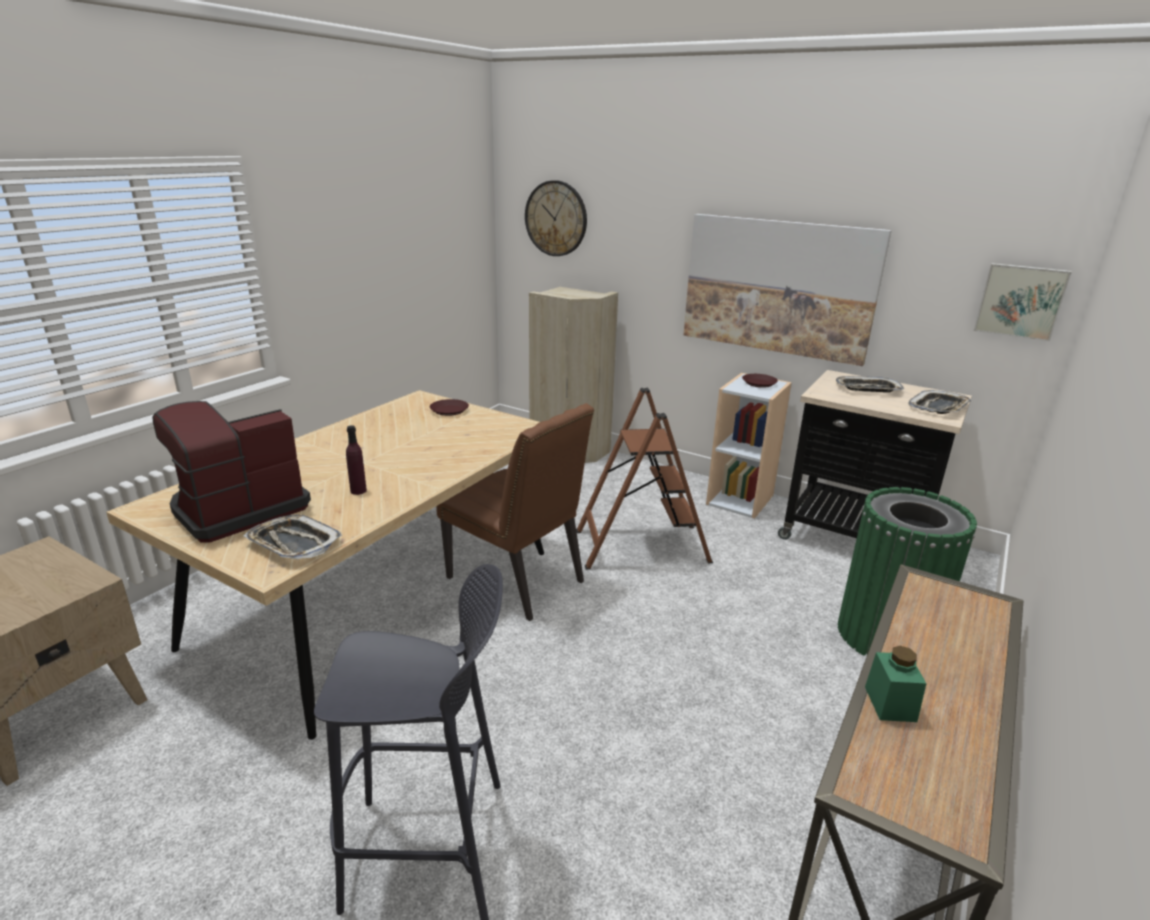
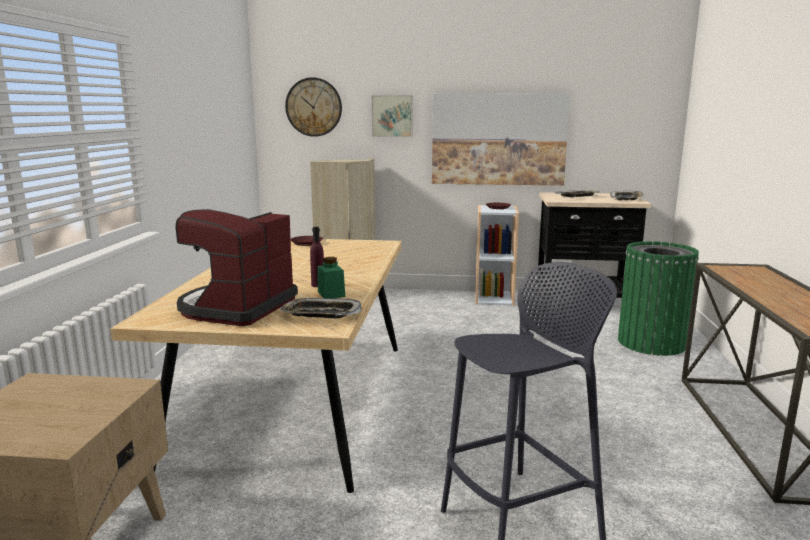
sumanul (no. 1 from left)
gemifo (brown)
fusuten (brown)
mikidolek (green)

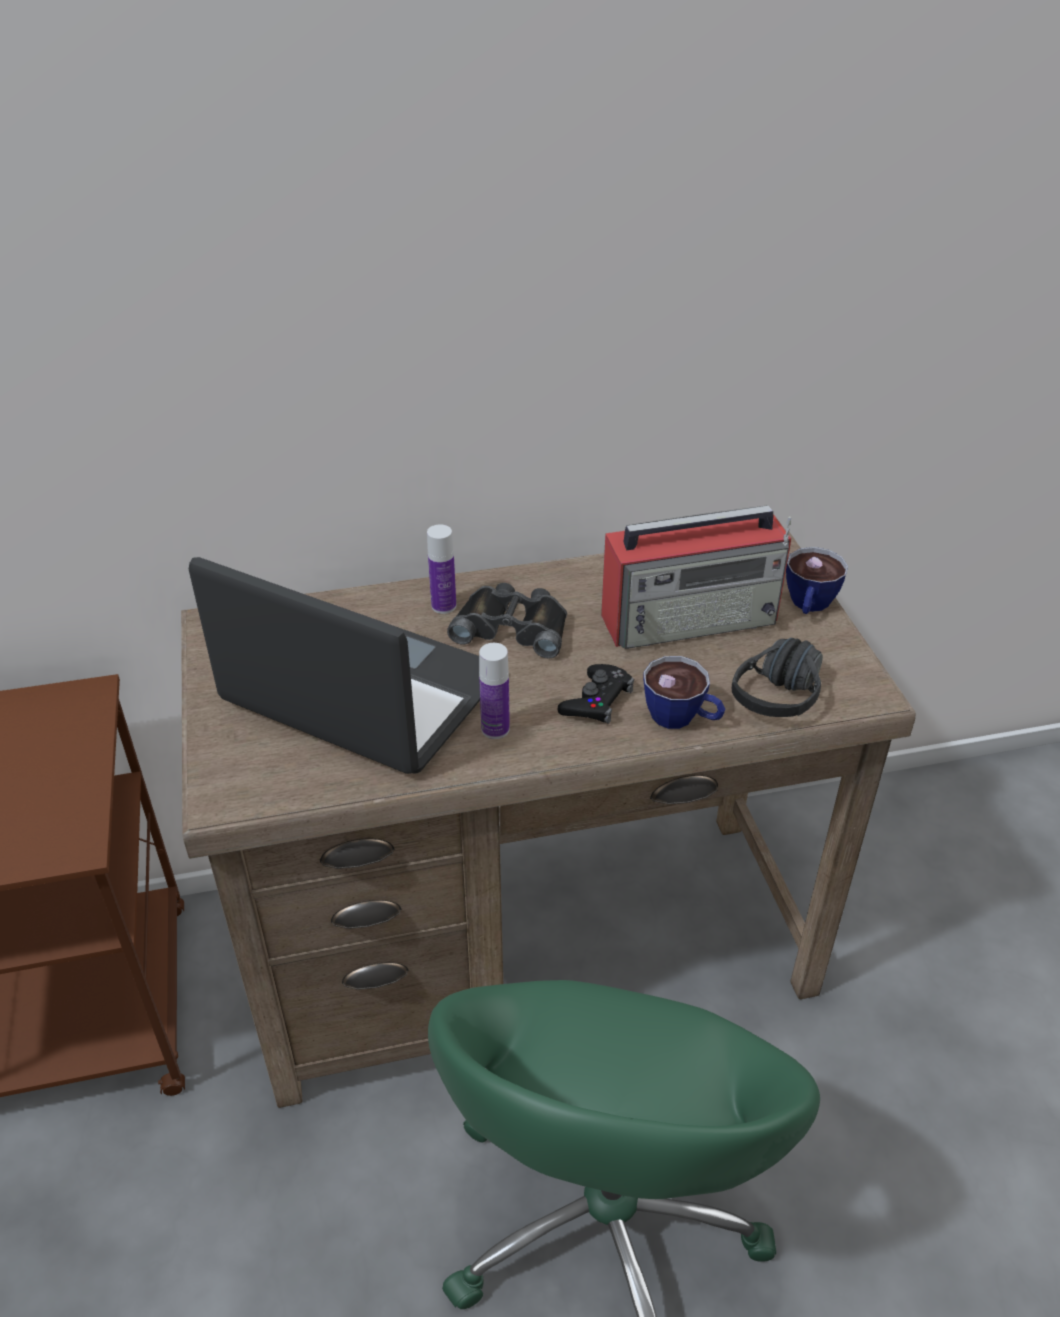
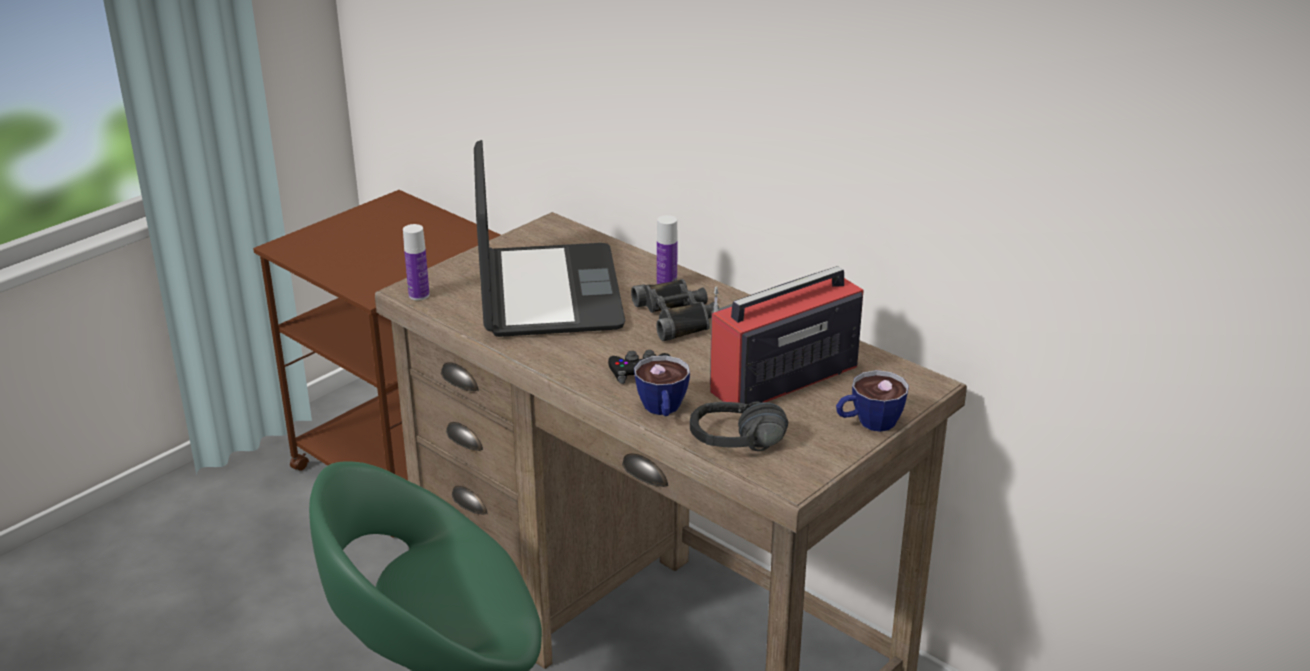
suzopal
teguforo (no. 1 from left)

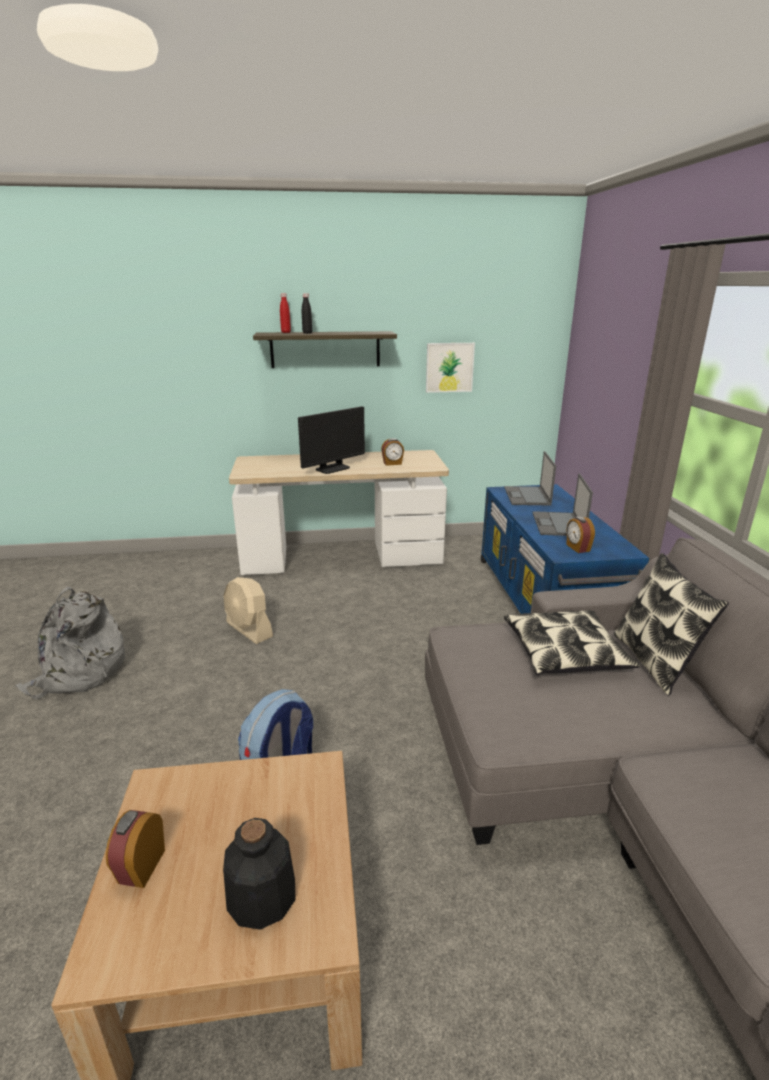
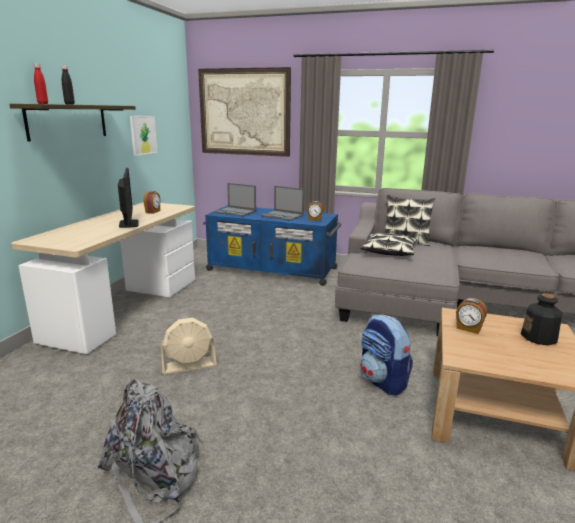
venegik (no. 3 from left)
sumanul (no. 2 from left)

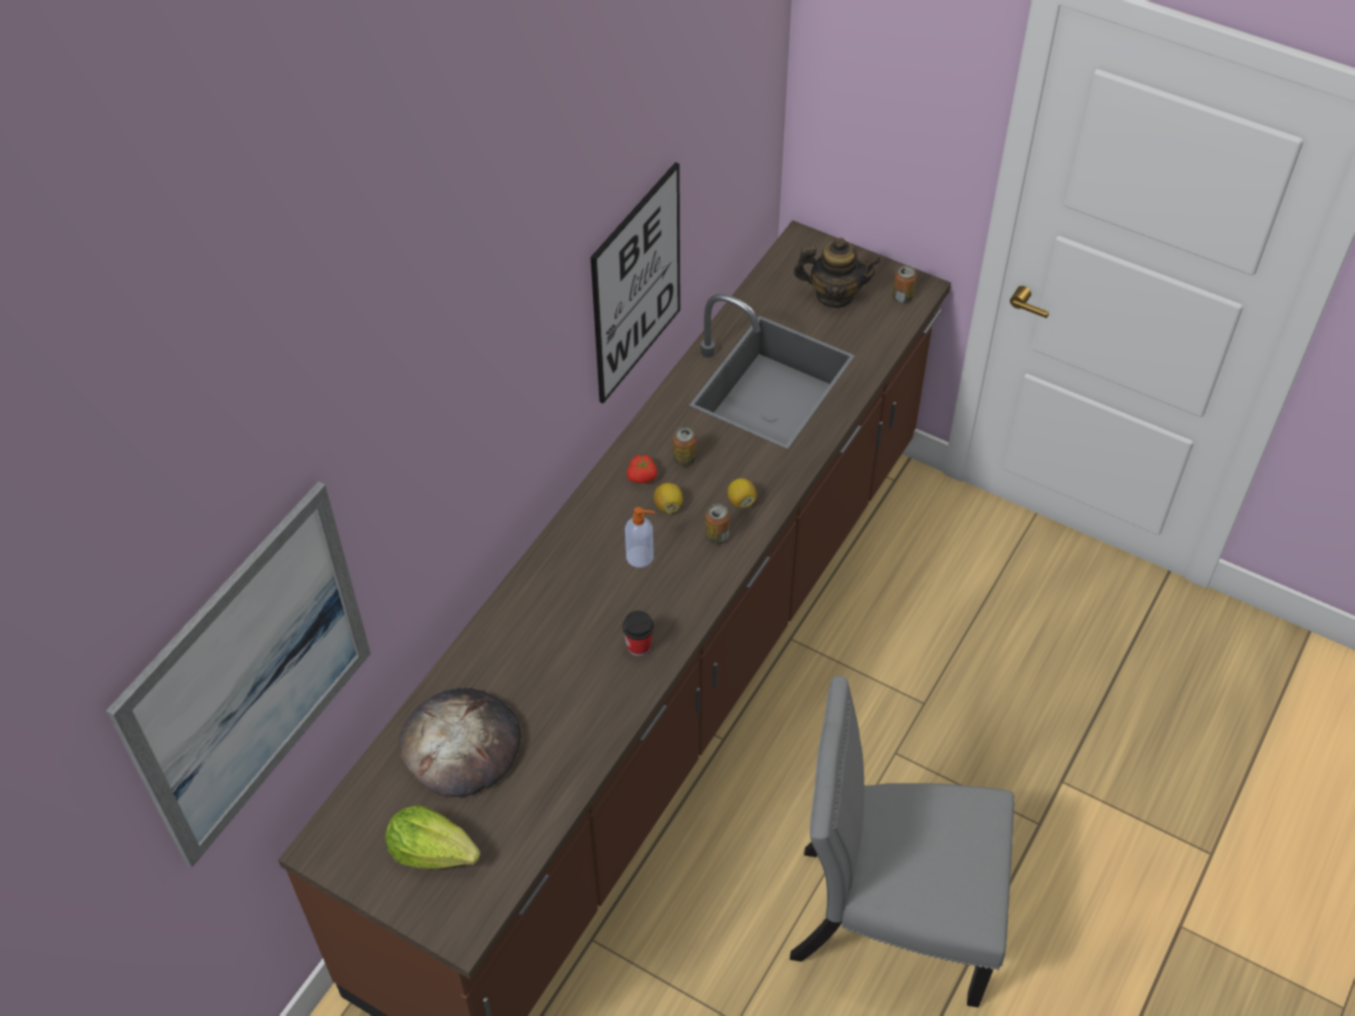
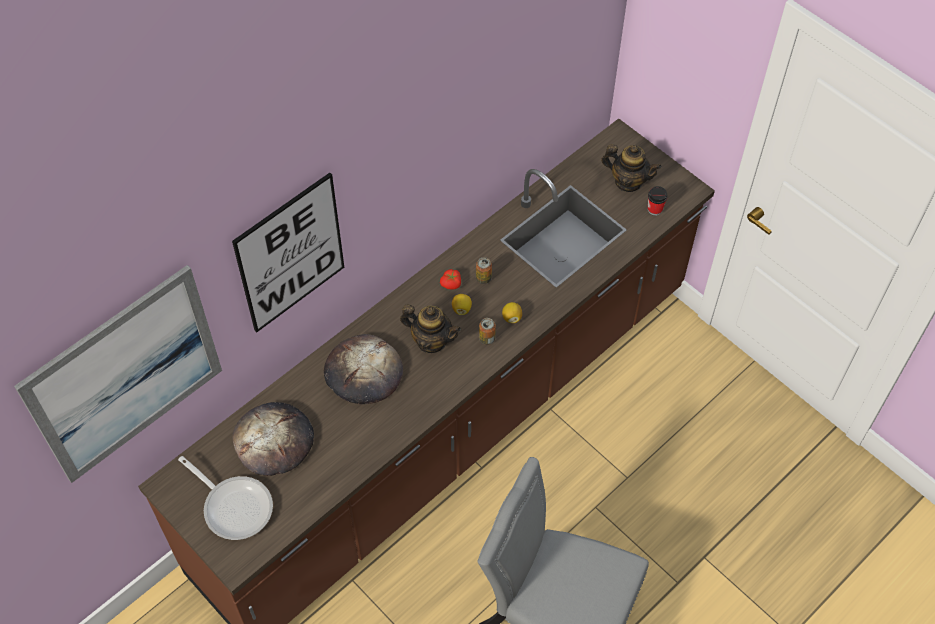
sumanul (no. 2 from left)
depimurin (no. 3 from left in the first image)
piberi (no. 1 from left)
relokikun
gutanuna
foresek (no. 2 from left)

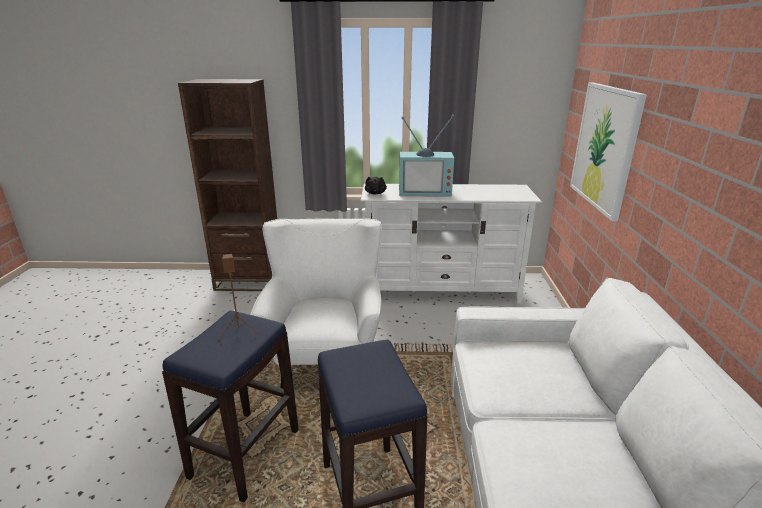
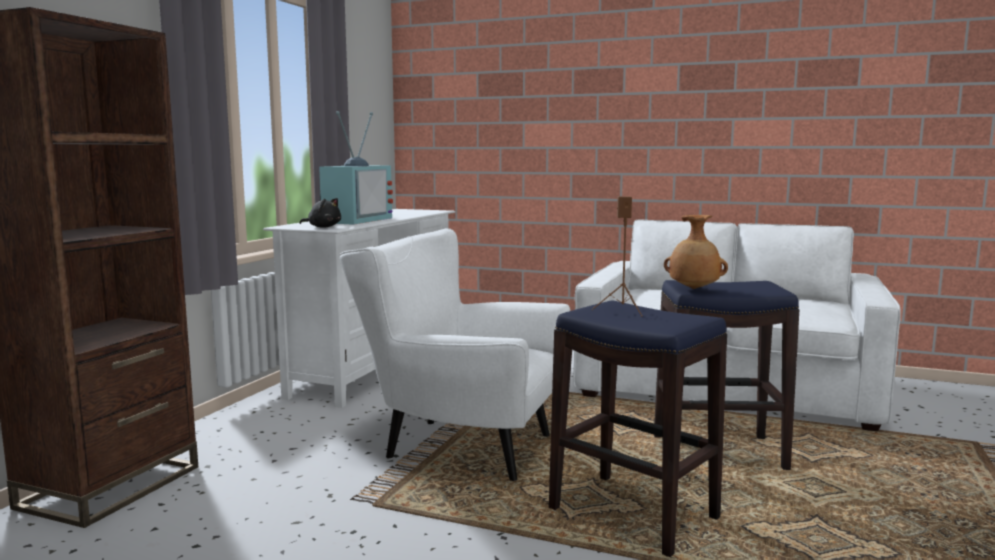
sumanul
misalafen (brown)

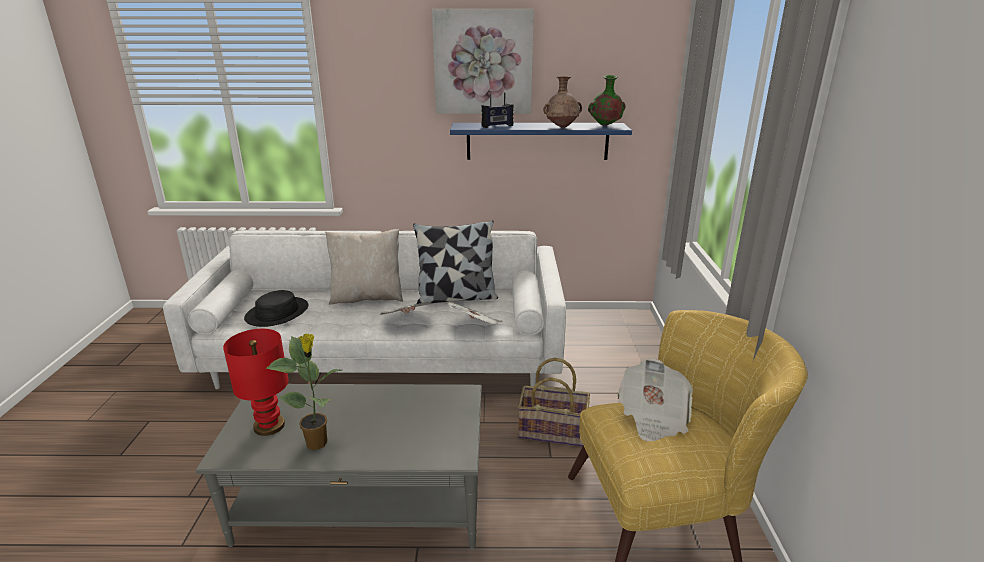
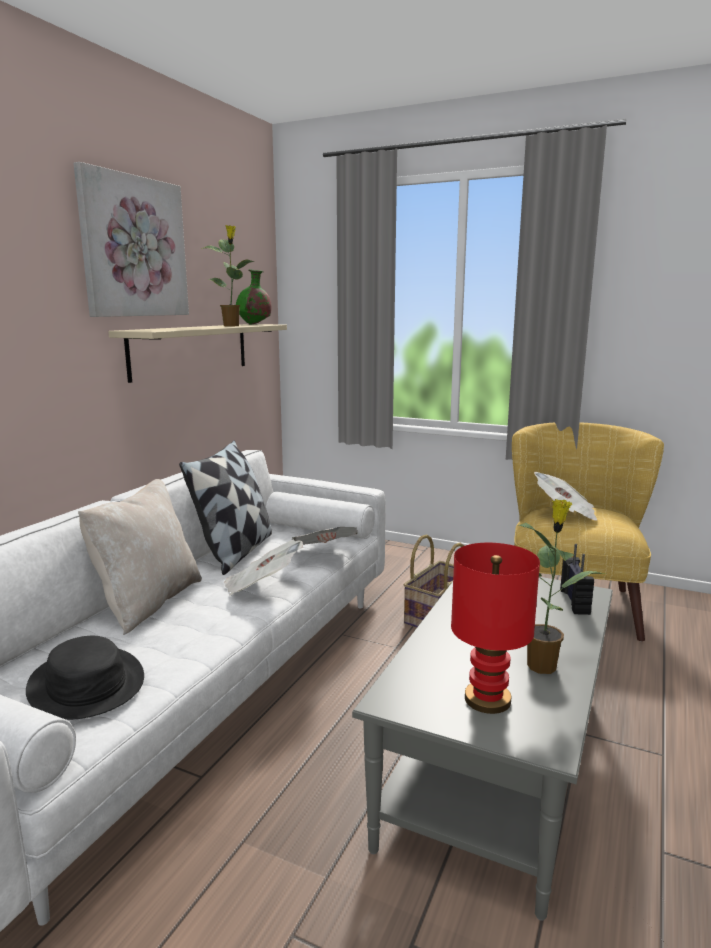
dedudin (no. 1 from left)
suzopal
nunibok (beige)

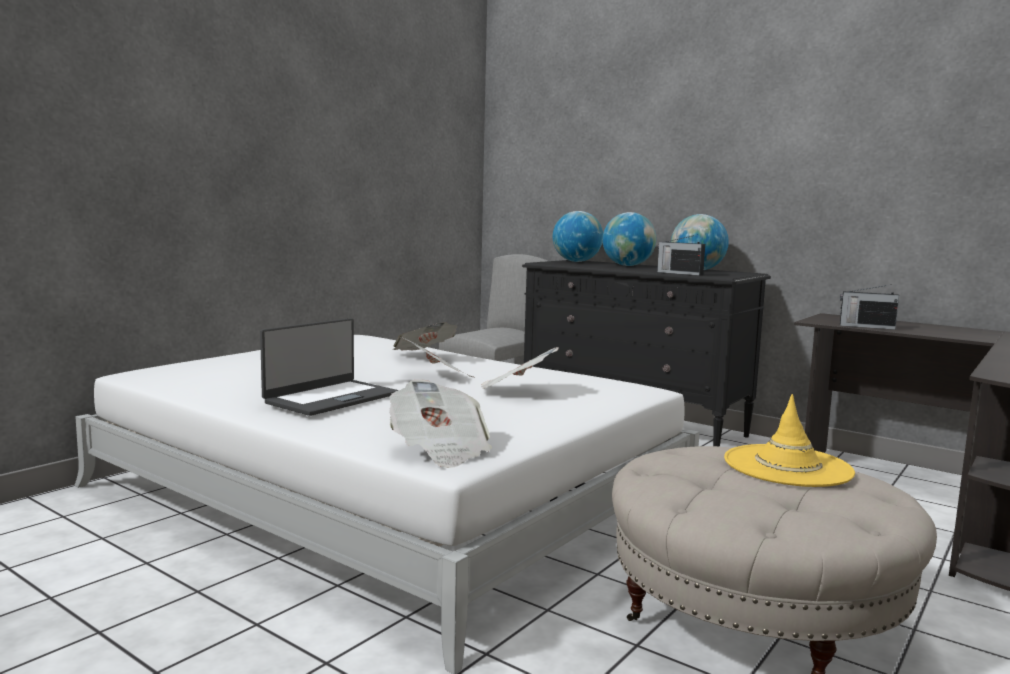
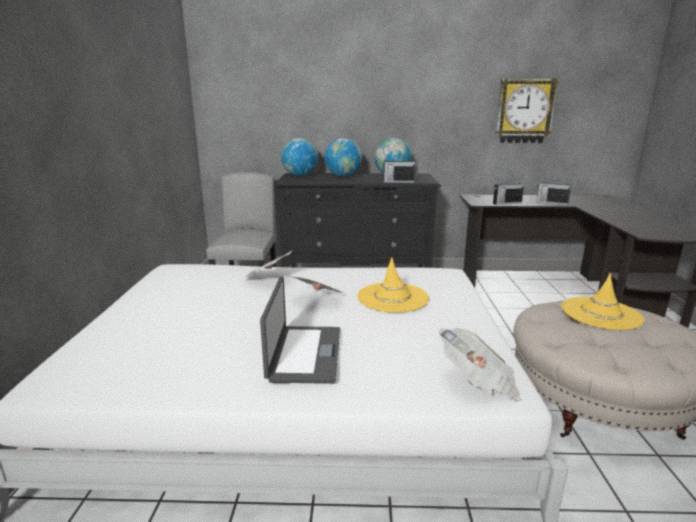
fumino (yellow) (no. 1 from left)
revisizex
suzopal (no. 3 from left)

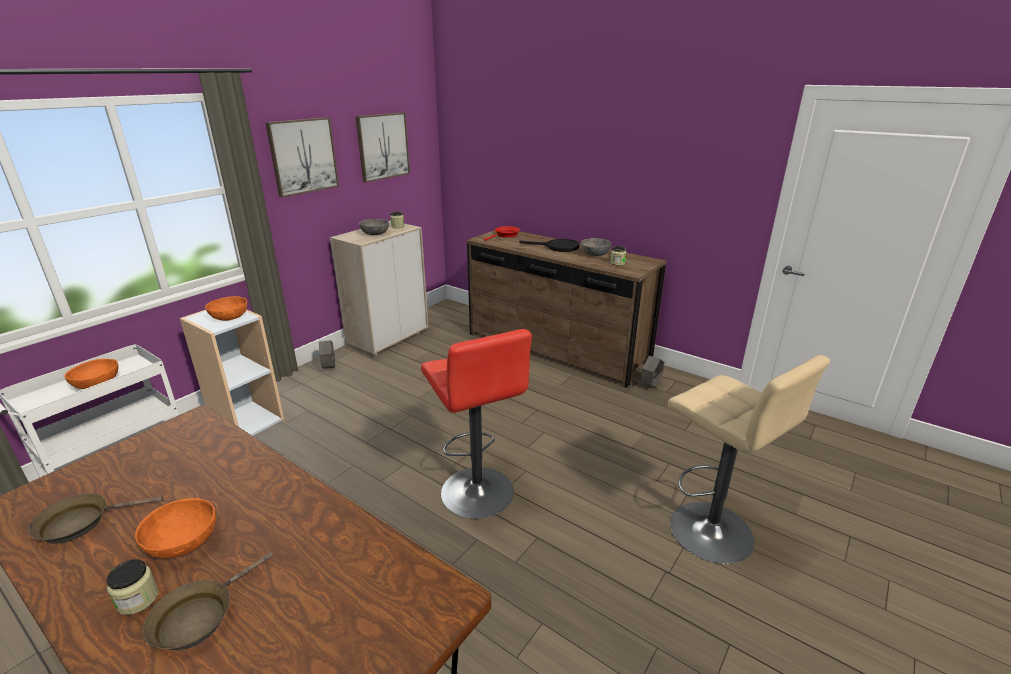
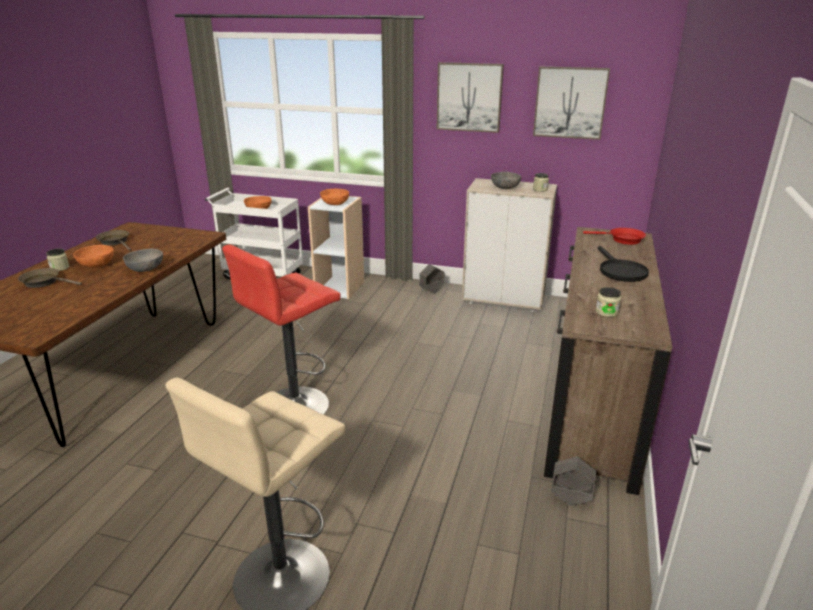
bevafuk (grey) (no. 1 from left)

